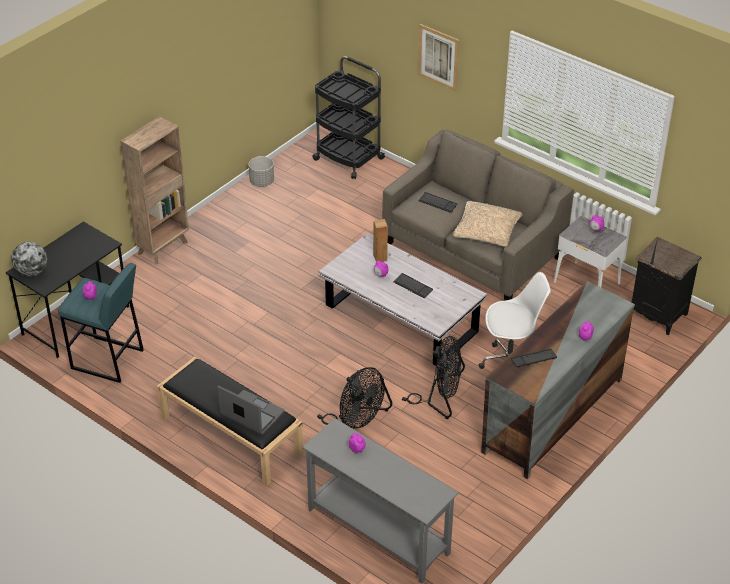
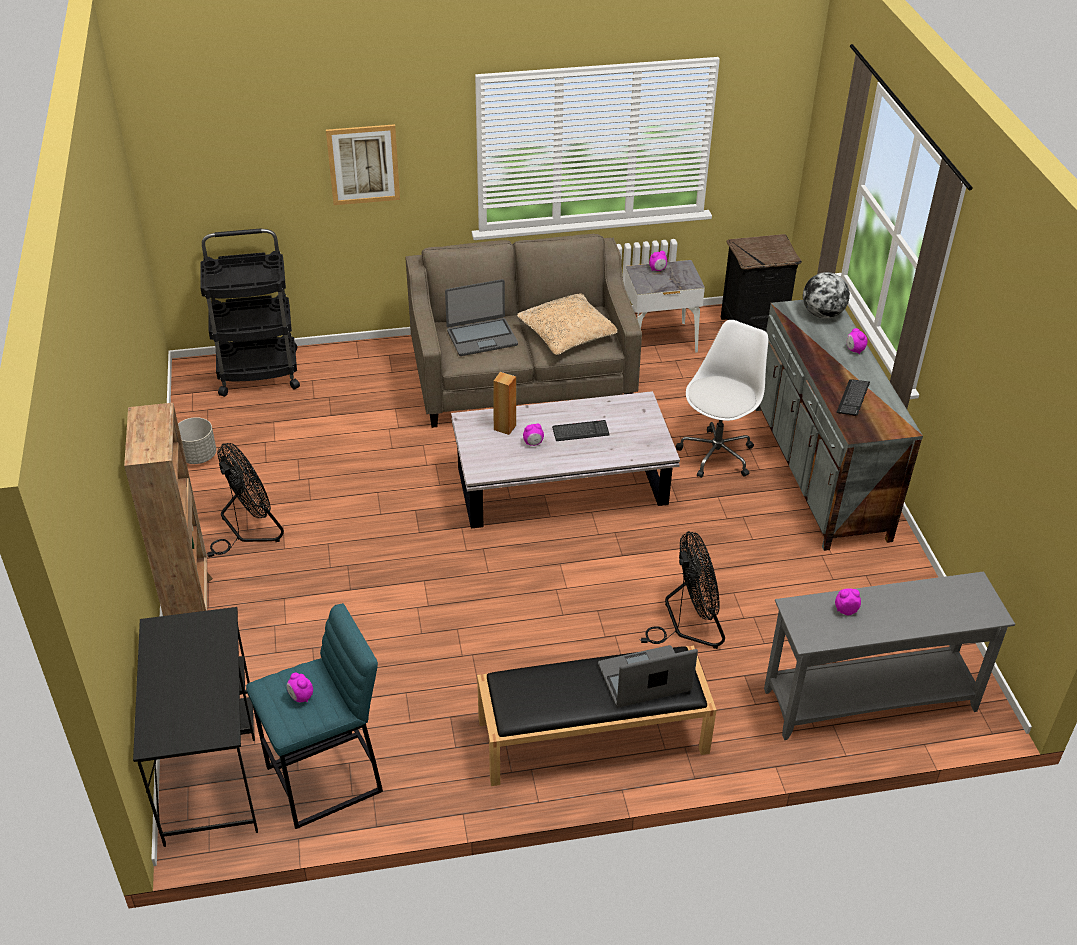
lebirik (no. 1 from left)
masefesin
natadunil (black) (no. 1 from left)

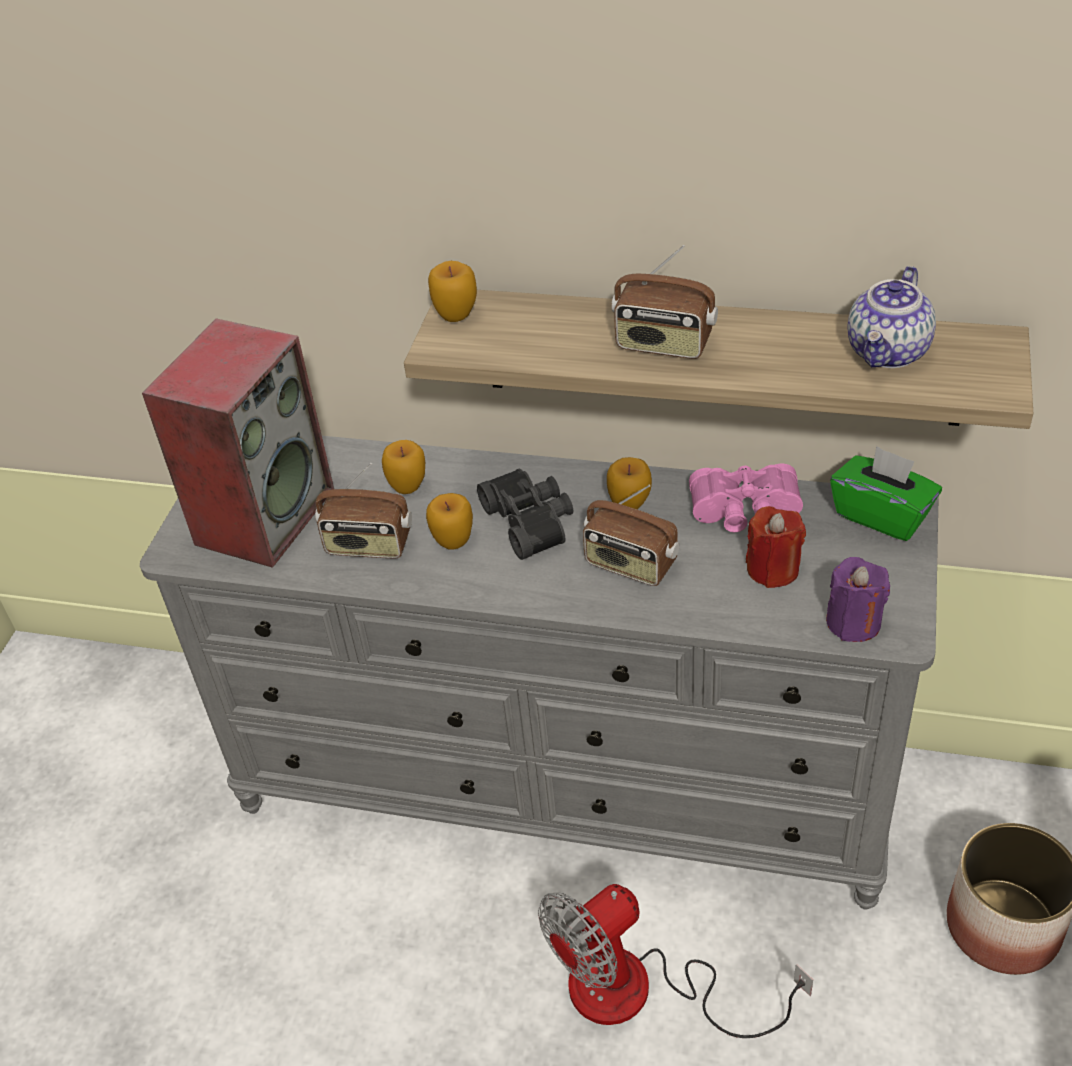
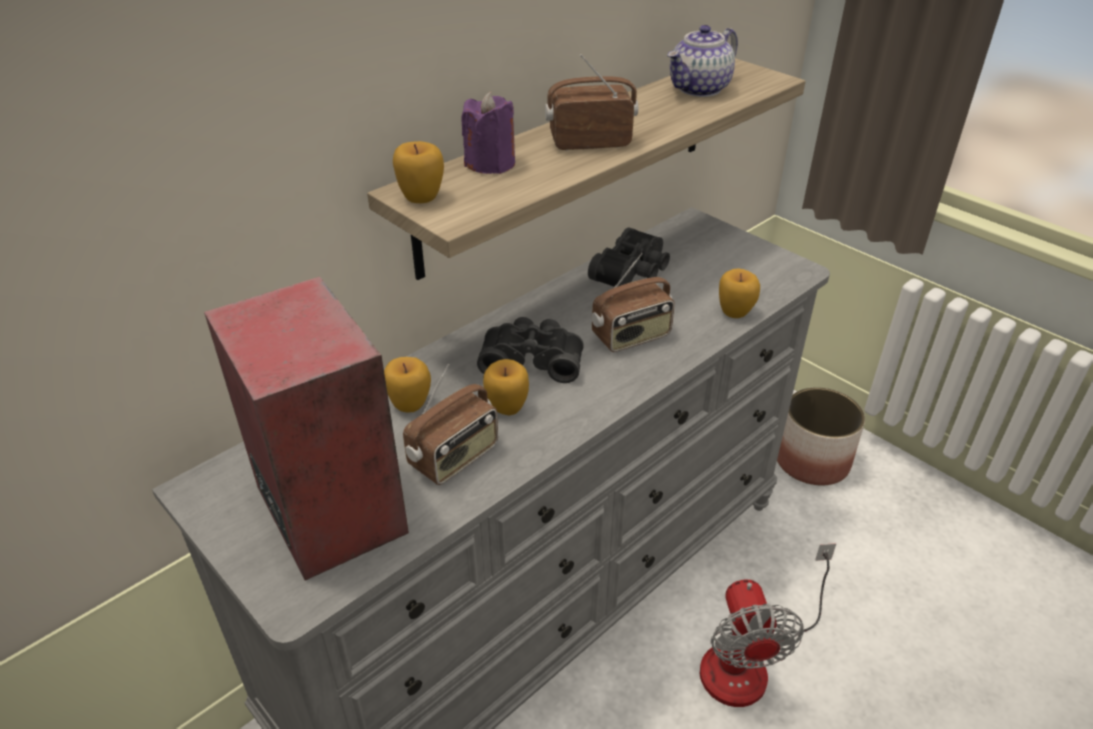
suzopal (no. 2 from left)
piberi
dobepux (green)
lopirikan (no. 4 from left)
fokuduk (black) (no. 2 from left)
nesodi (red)
nesodi (purple)

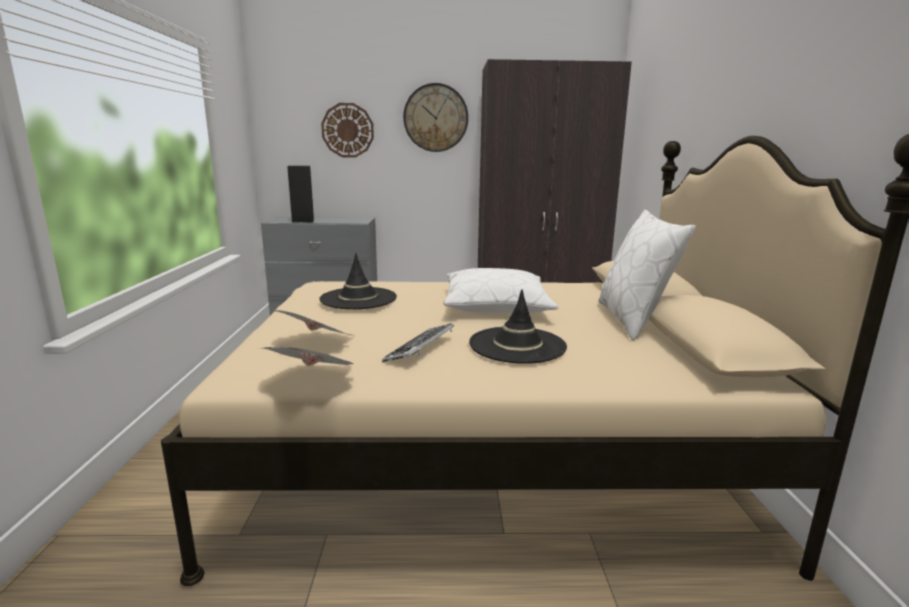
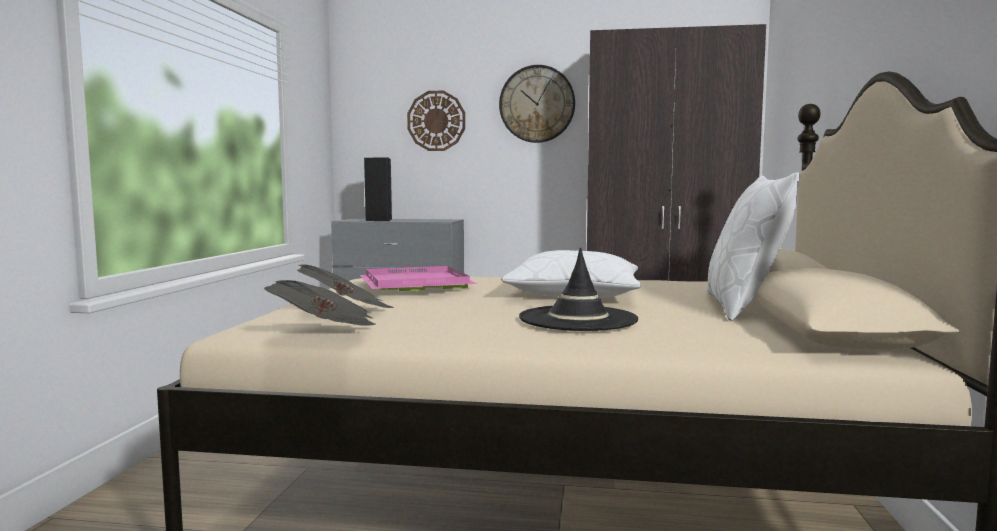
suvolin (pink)
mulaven

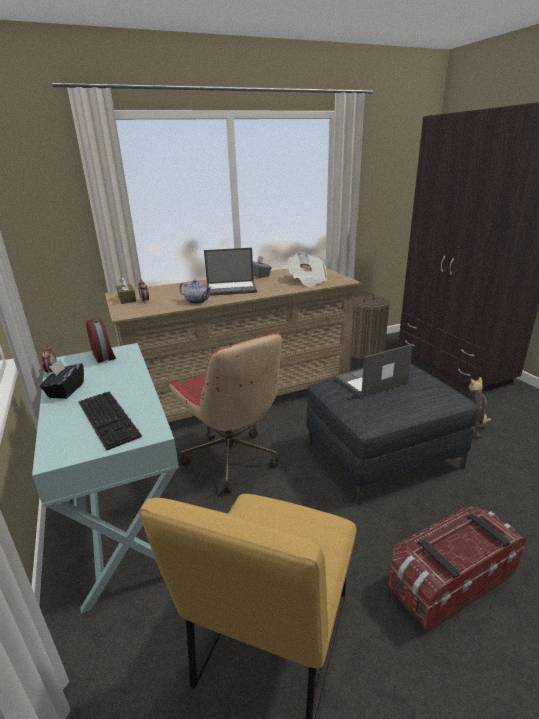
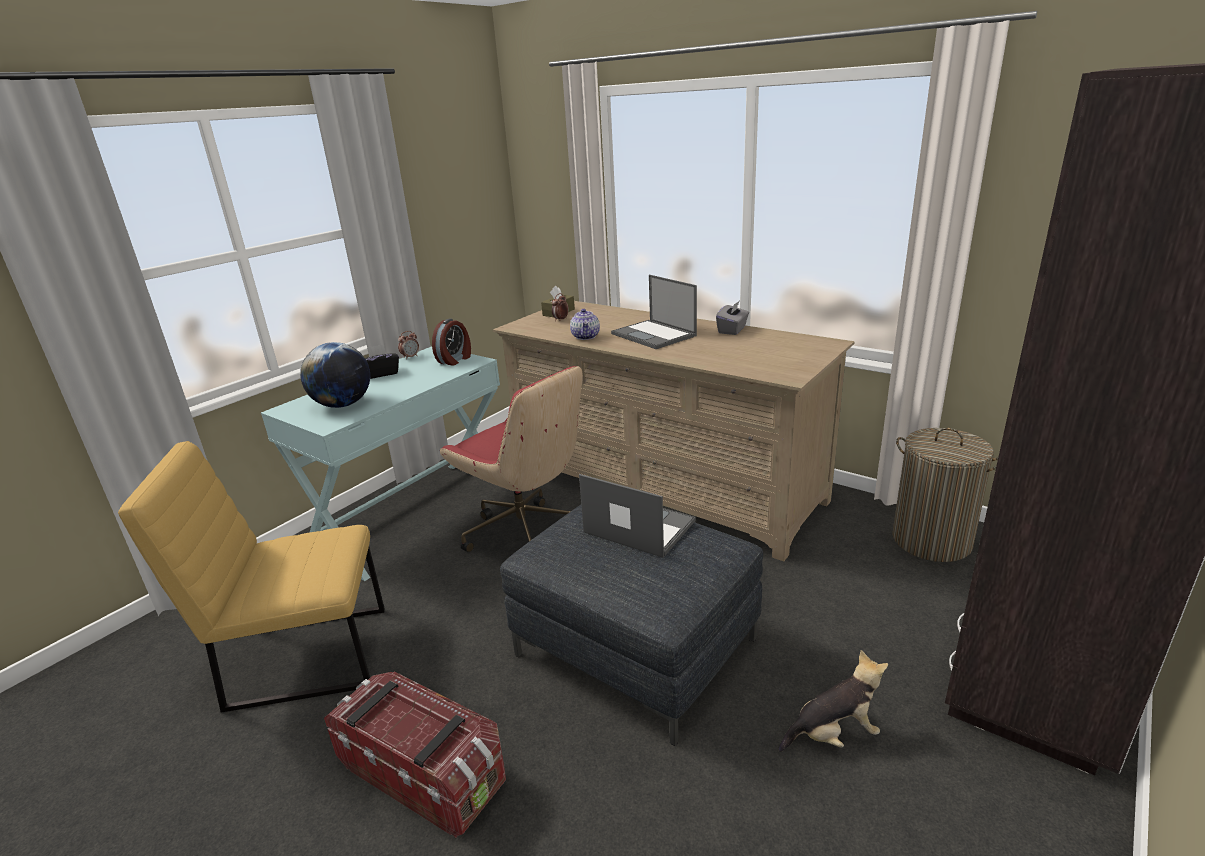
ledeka
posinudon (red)
masefesin

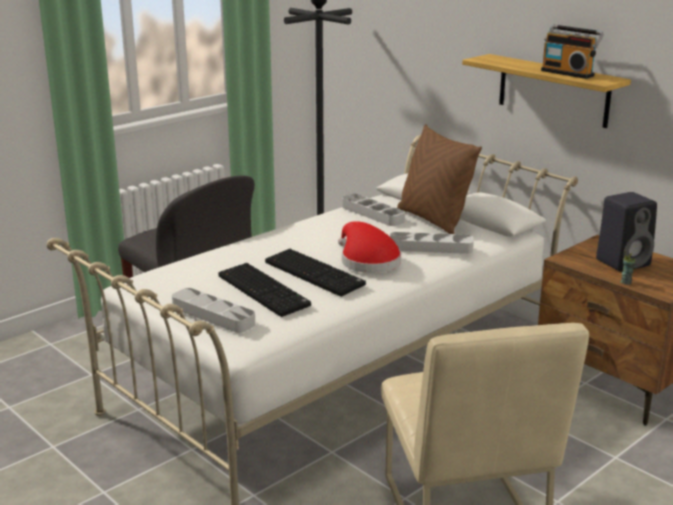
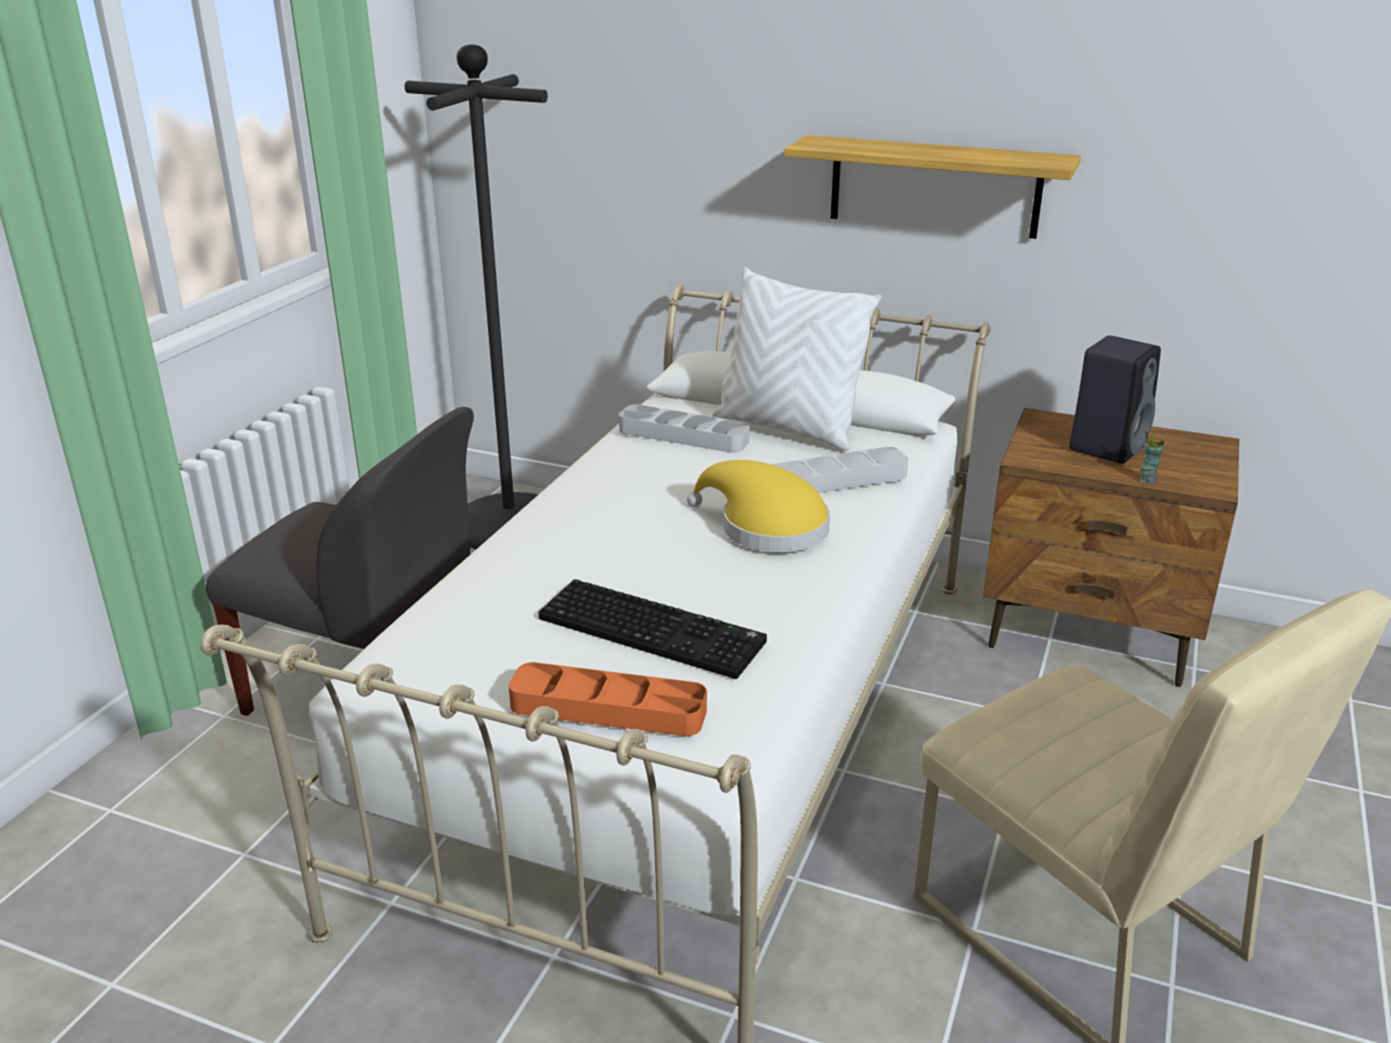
suzopal
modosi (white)
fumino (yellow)
mulaven (no. 2 from left in the first image)
suvolin (orange)

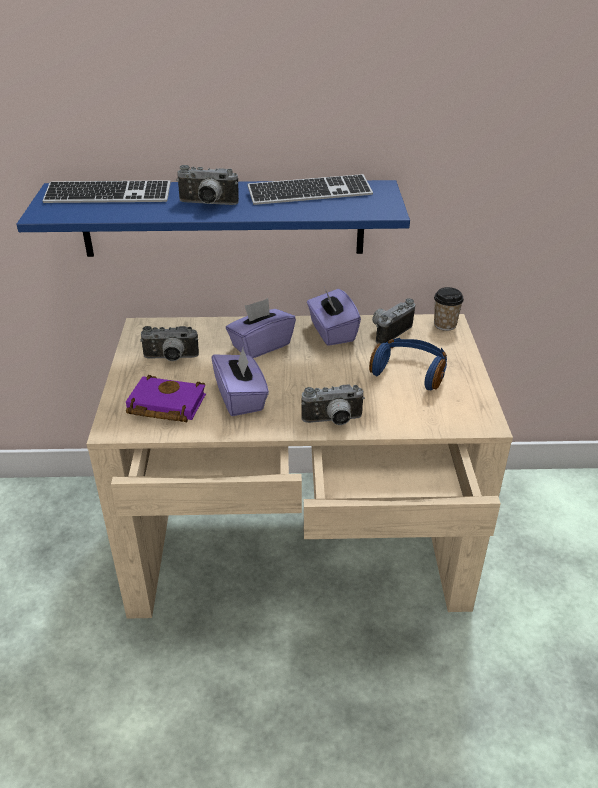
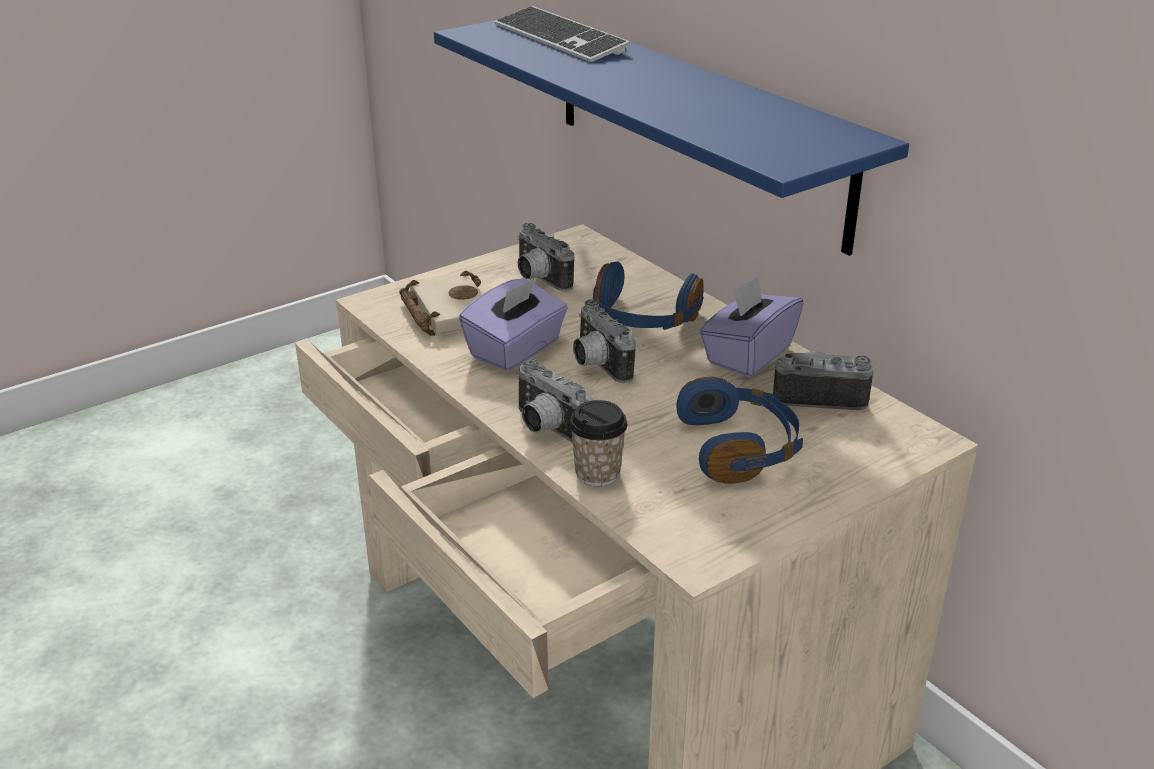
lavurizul (no. 3 from left)
mulaven (no. 2 from left in the first image)
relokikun
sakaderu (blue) (no. 1 from left)
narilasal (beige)

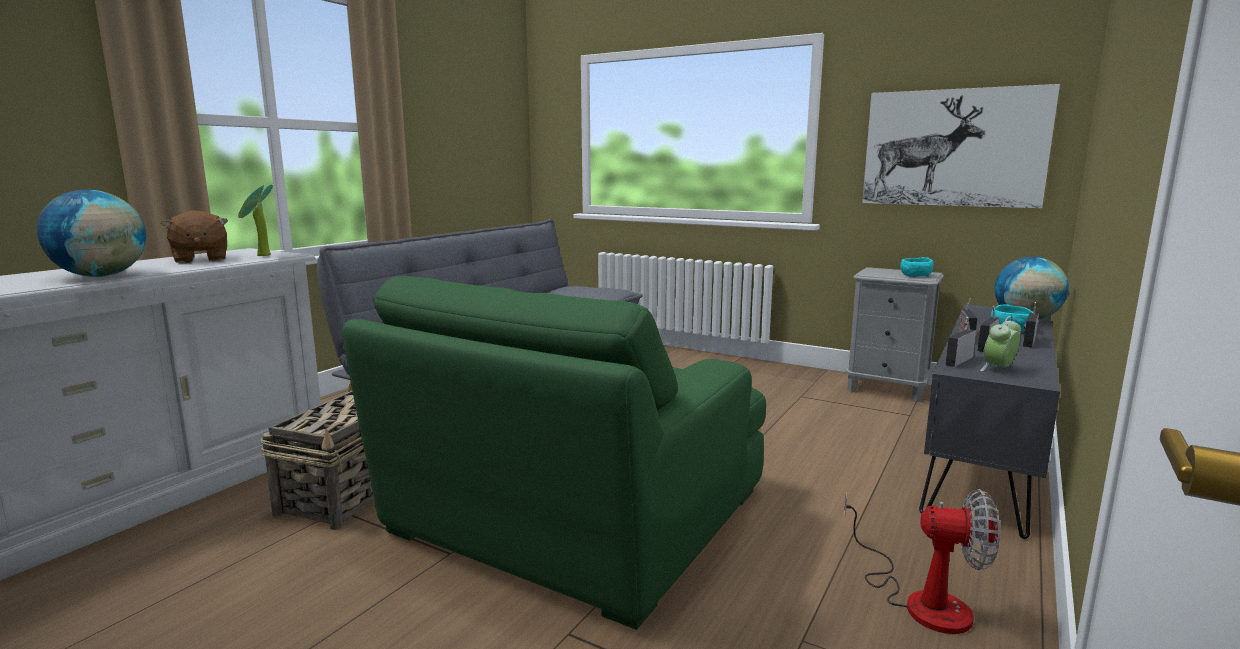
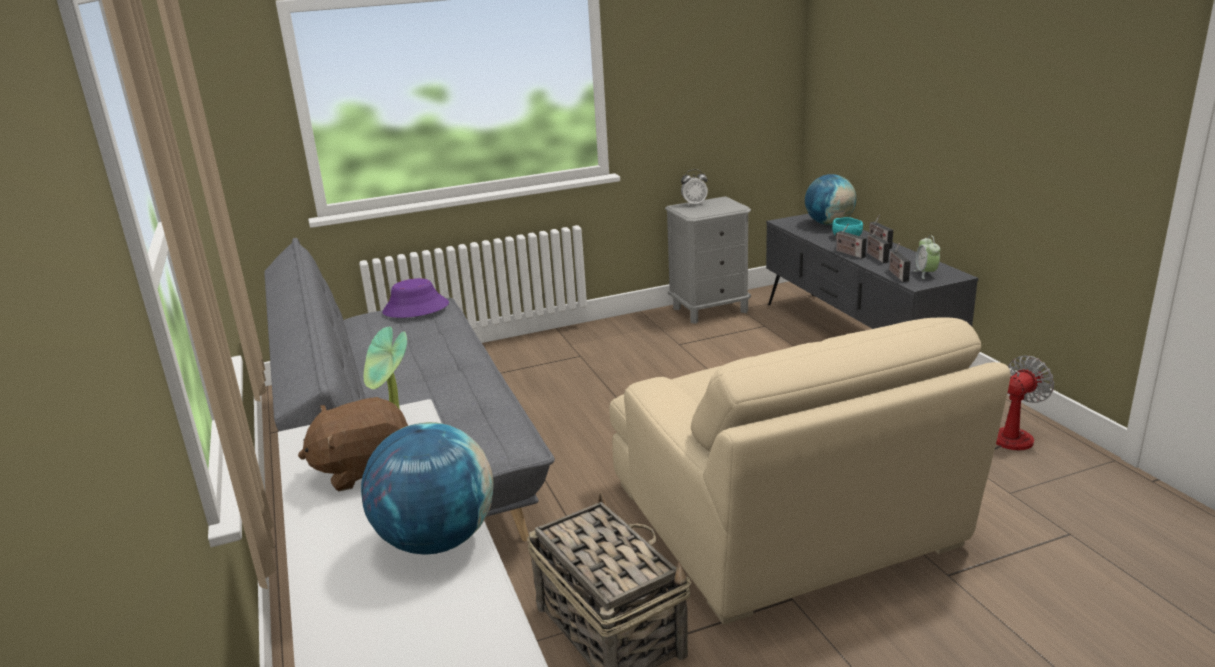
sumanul
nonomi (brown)
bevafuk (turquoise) (no. 1 from left in the first image)
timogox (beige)
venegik (no. 1 from left)
fumino (purple)

